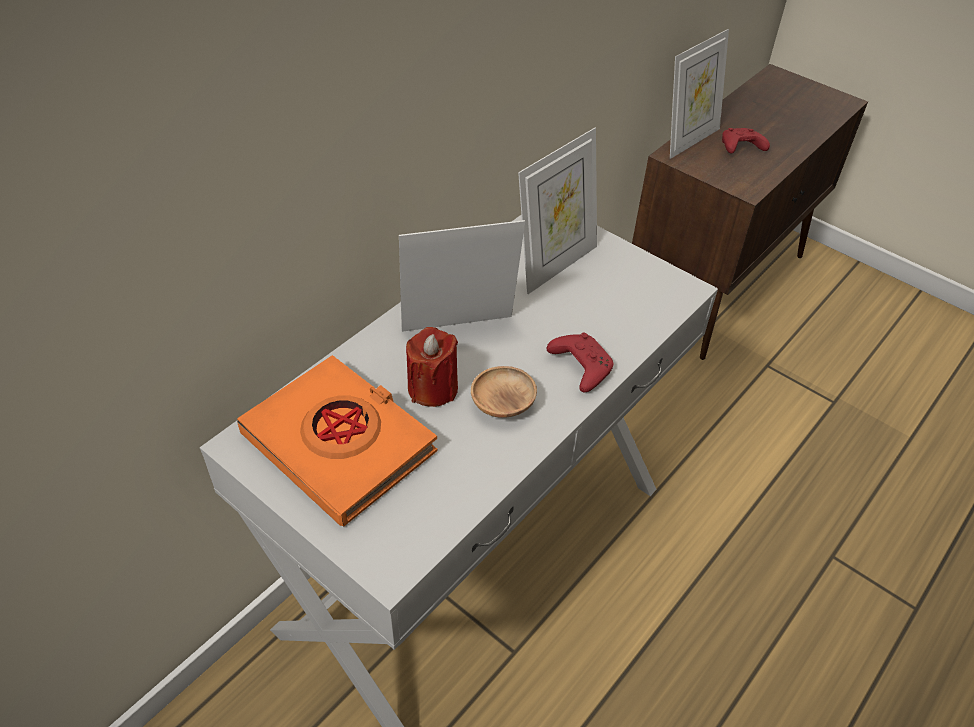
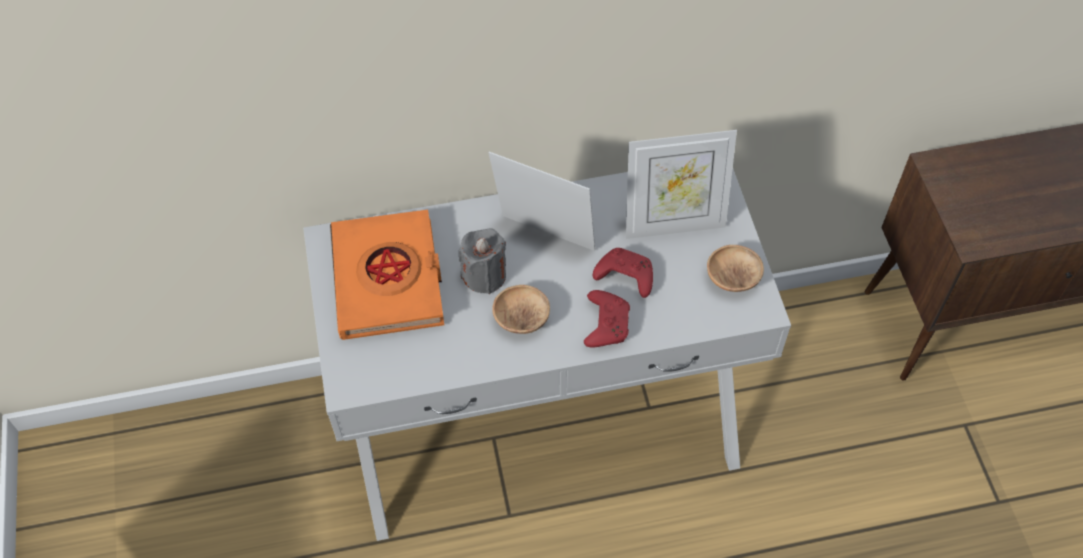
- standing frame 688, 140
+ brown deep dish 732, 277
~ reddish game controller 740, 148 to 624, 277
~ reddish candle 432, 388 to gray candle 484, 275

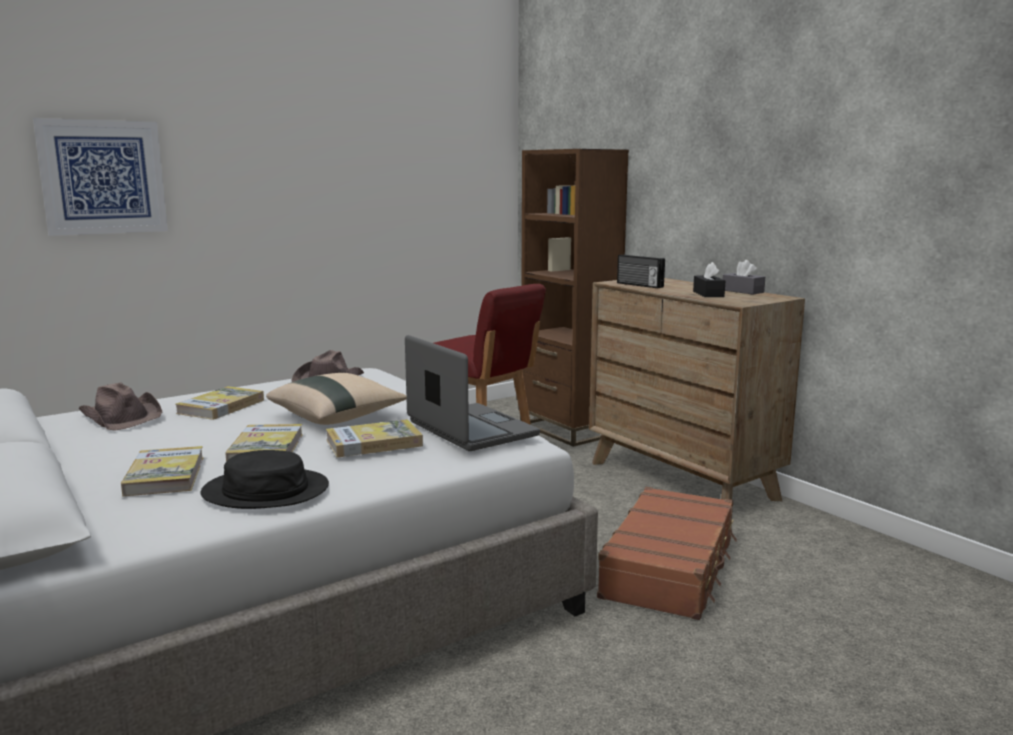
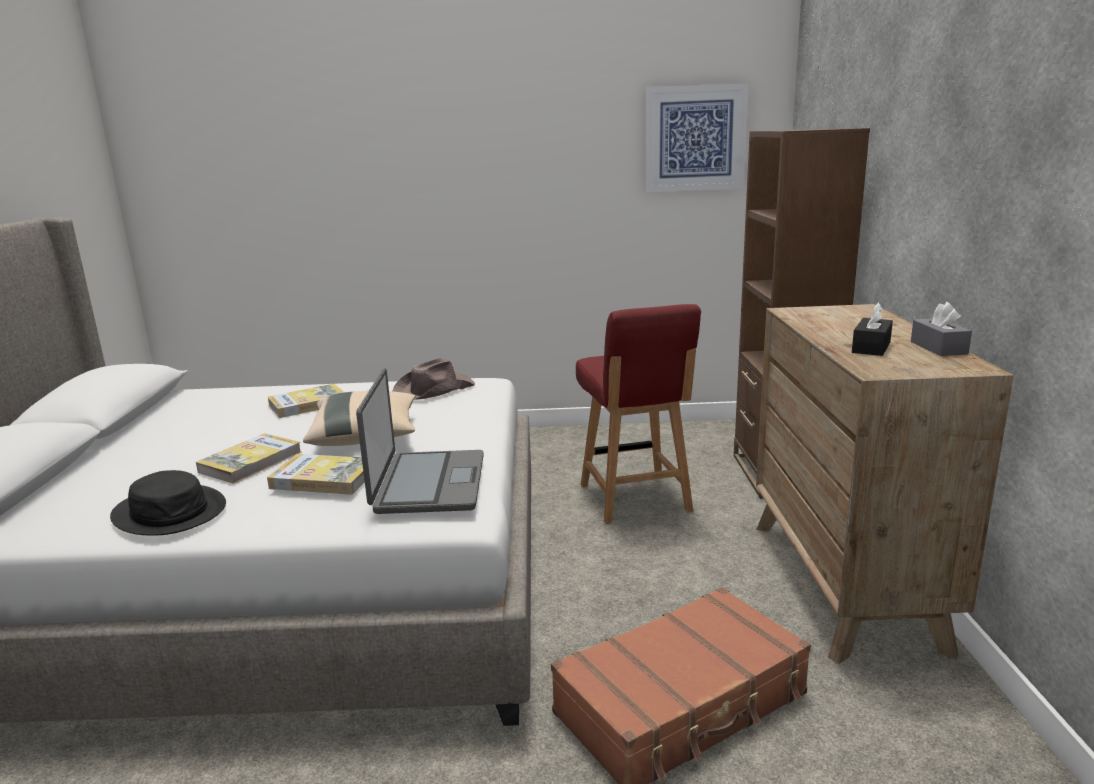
- brown clothing hat 122, 417
- book 165, 475
- radio 639, 285
~ wall picture 103, 177 to 695, 138

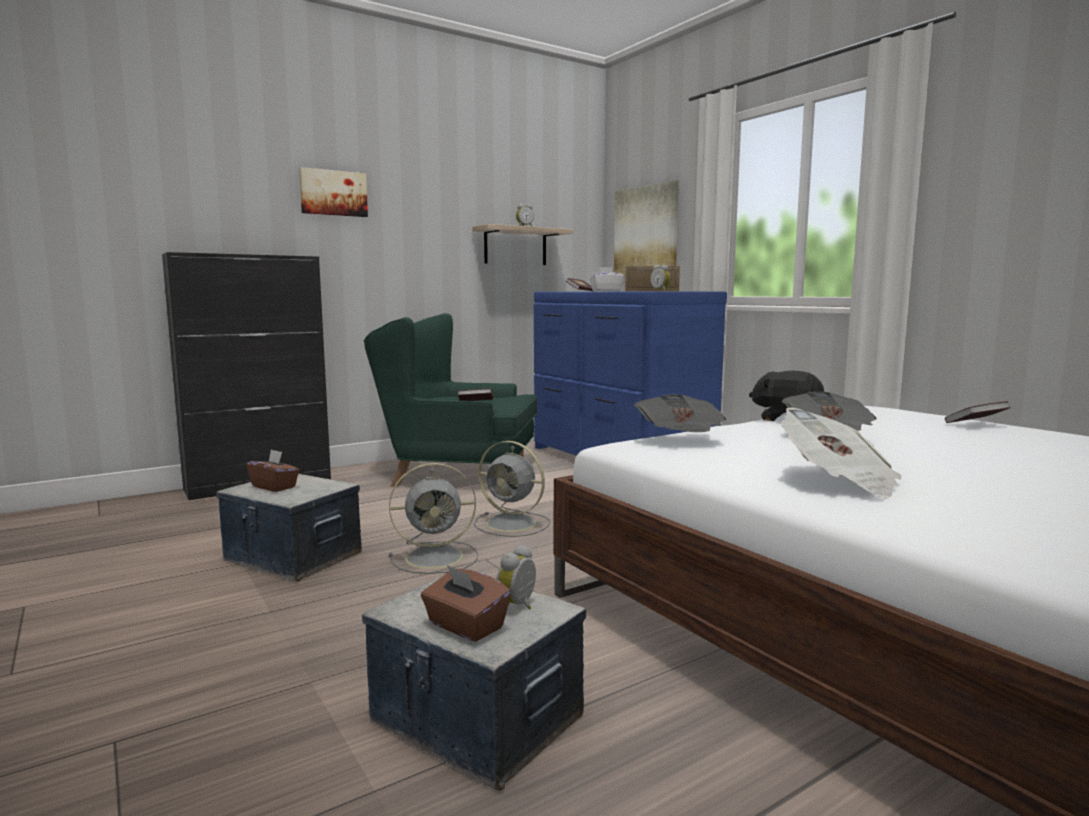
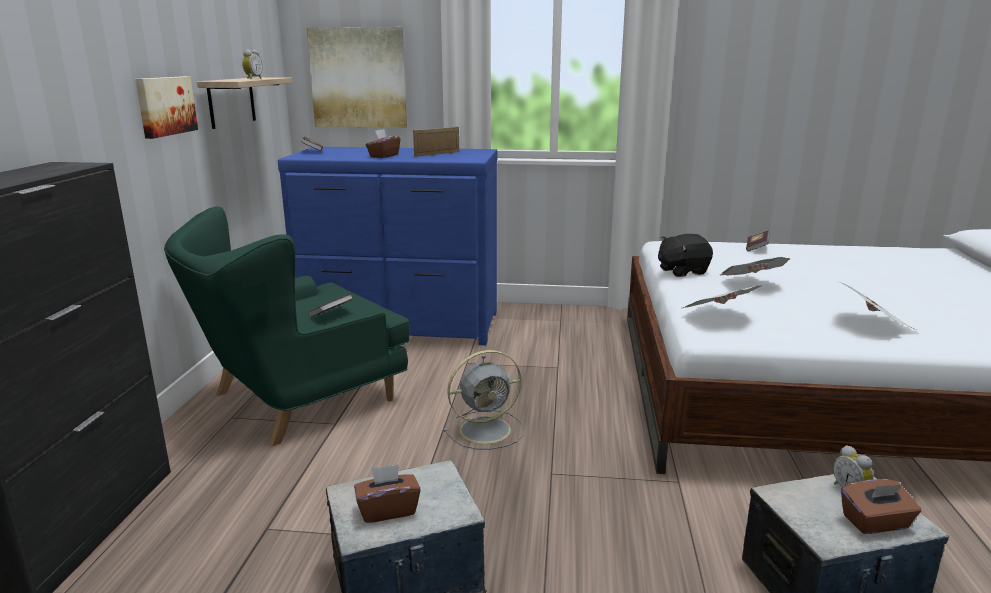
- gray cooling fan 437, 557
- bedside clock 660, 291
~ wall picture 333, 193 to 165, 106
~ whitish tissue box 606, 291 to brown tissue box 383, 156

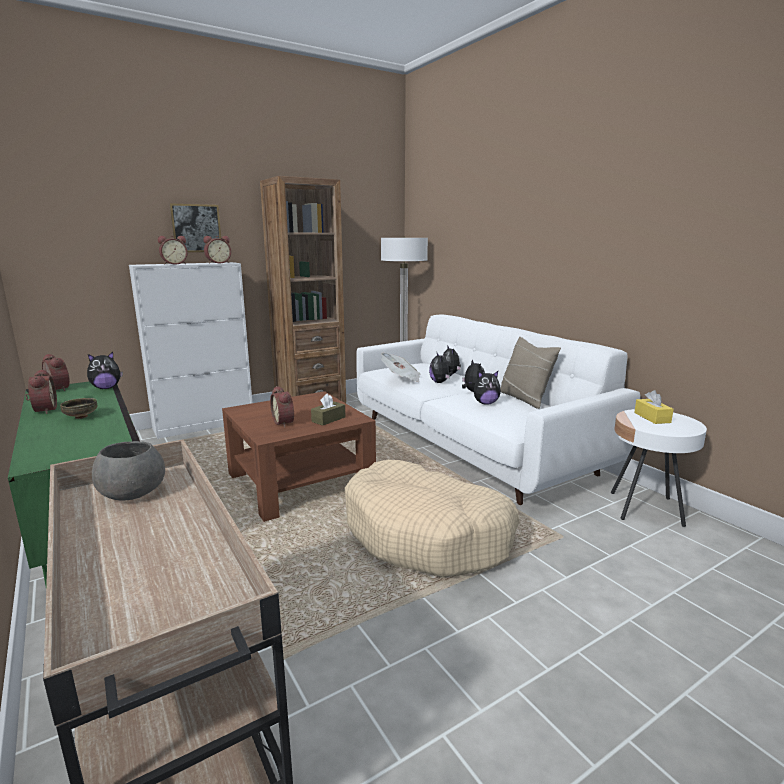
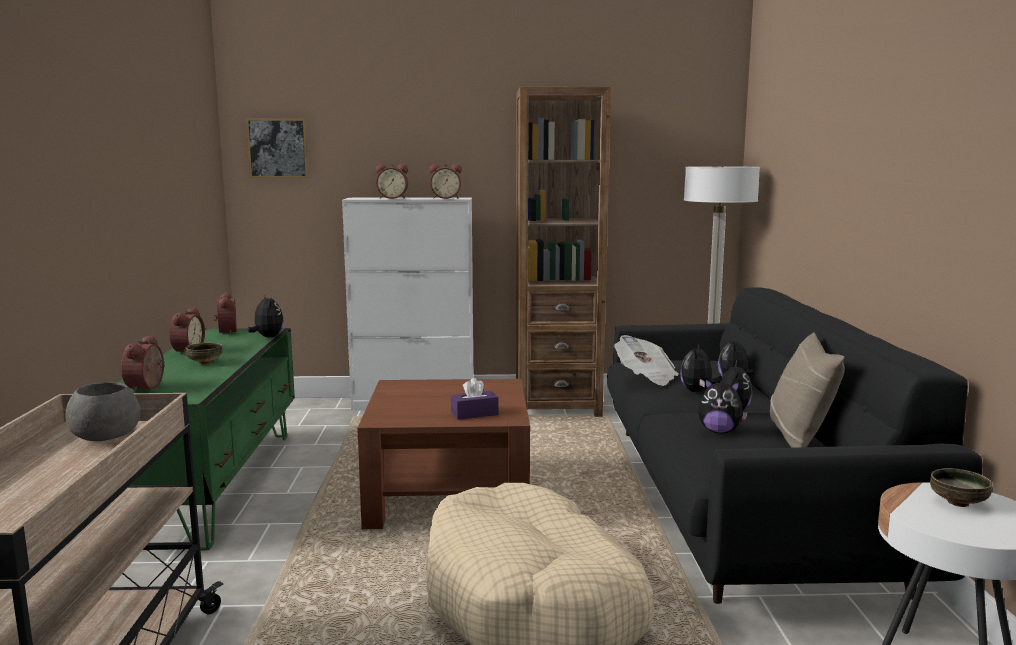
~ wall picture 196, 228 to 278, 148
~ bedside clock 285, 422 to 148, 388
~ yellow-coloured tissue box 652, 417 to deep dish 958, 503
~ brown tissue box 328, 419 to purple-coloured tissue box 474, 413
~ whitish sofa 470, 444 to black-coloured sofa 736, 498
~ plush toy 106, 388 = 267, 337 120 degrees counterclockwise

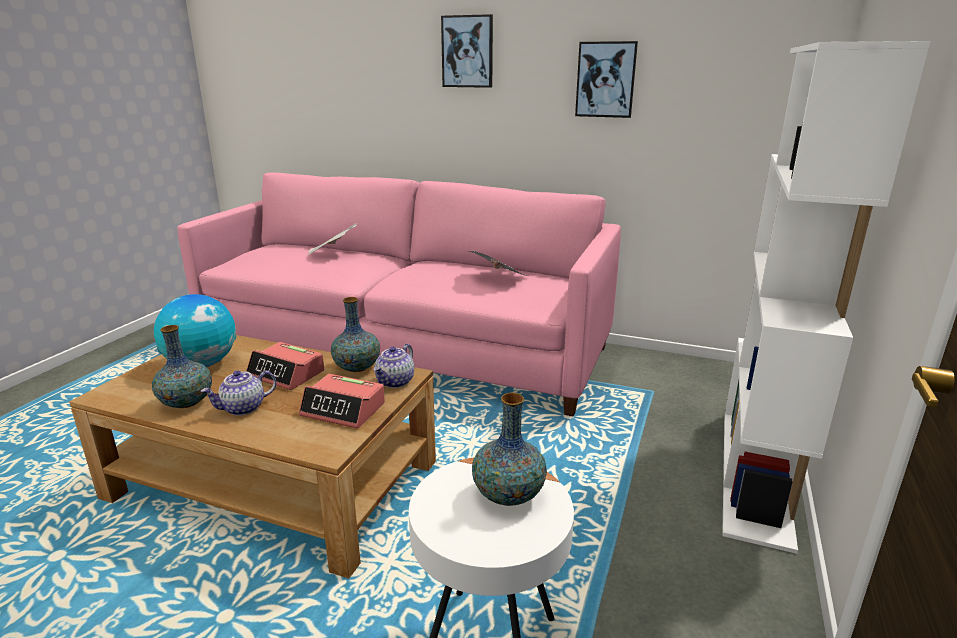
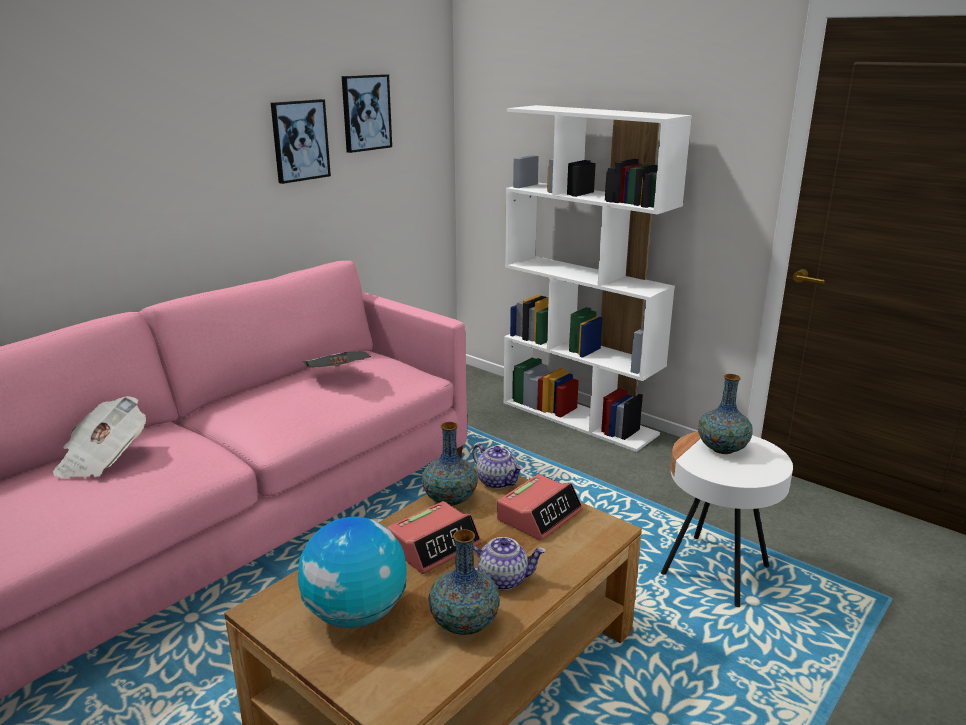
~ wall picture 467, 51 to 366, 113
~ pot for tea 243, 408 = 503, 579 75 degrees counterclockwise

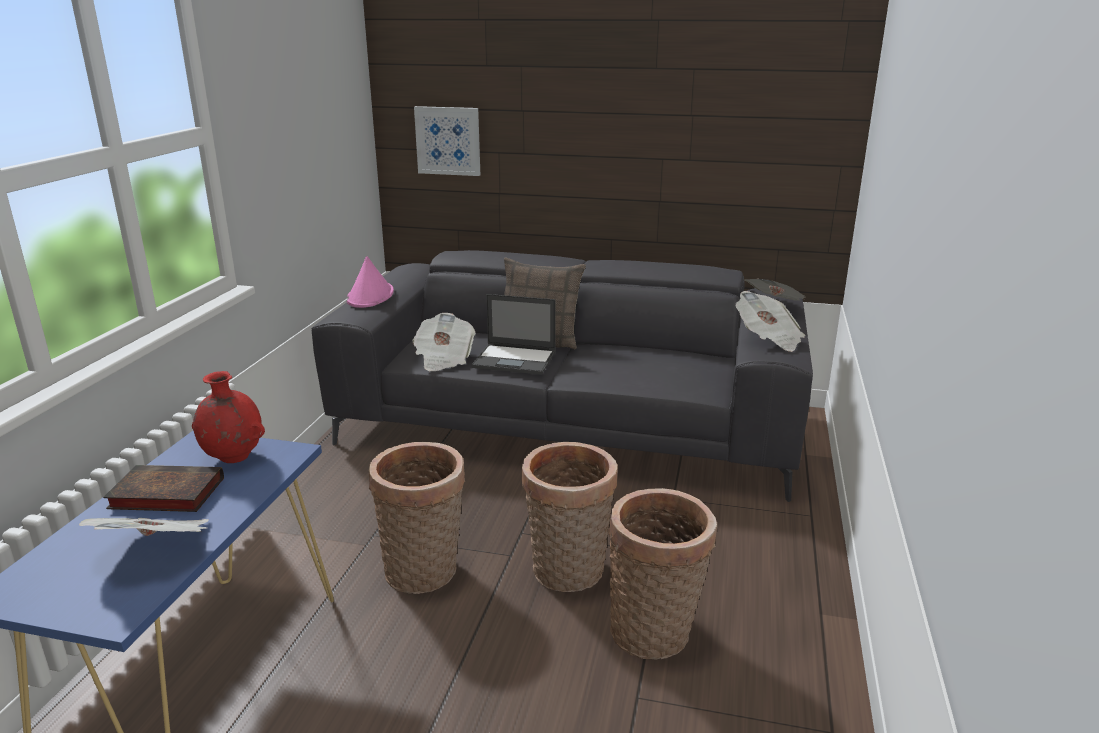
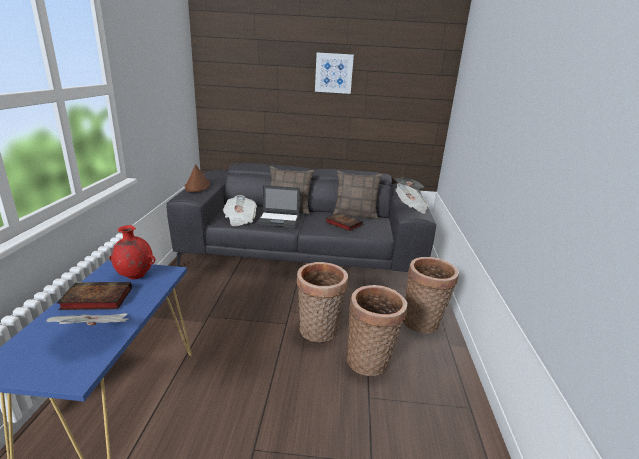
+ book 342, 224
+ throw pillow 355, 214
~ household basket 425, 573 to 423, 323
~ wall picture 448, 141 to 334, 73
~ pink clothing hat 370, 296 to brown clothing hat 197, 186

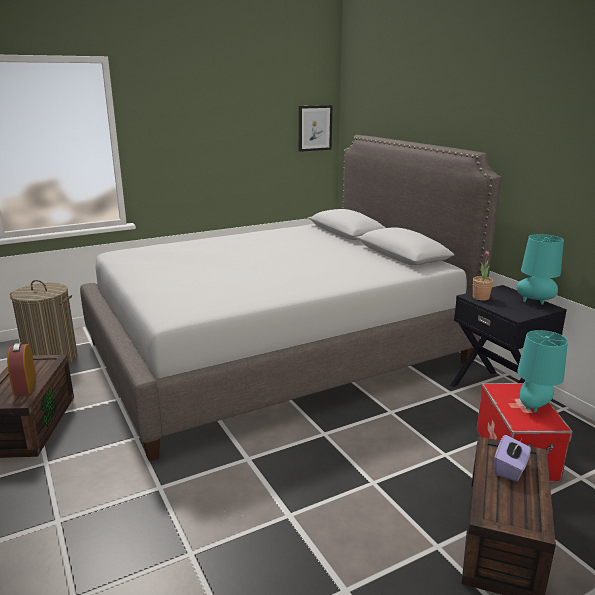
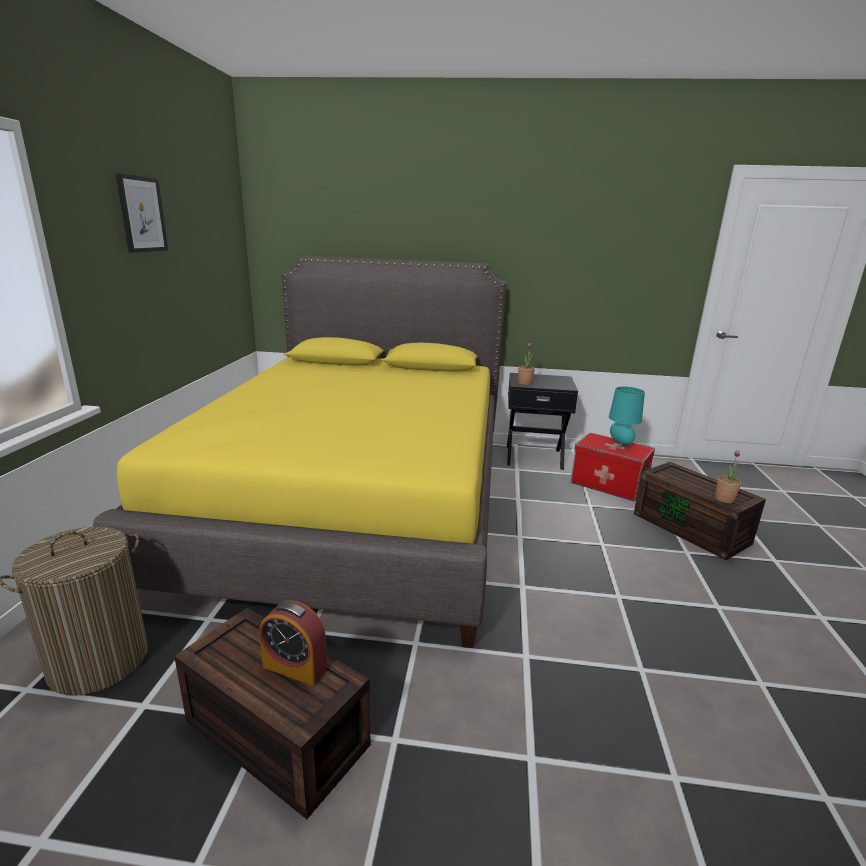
- purple-coloured tissue box 510, 469
- turquoise tabletop lamp 535, 302
+ potted plant 724, 499
~ wall picture 314, 128 to 142, 214
~ gray sleeping bed 276, 353 to yellow-coloured sleeping bed 357, 503

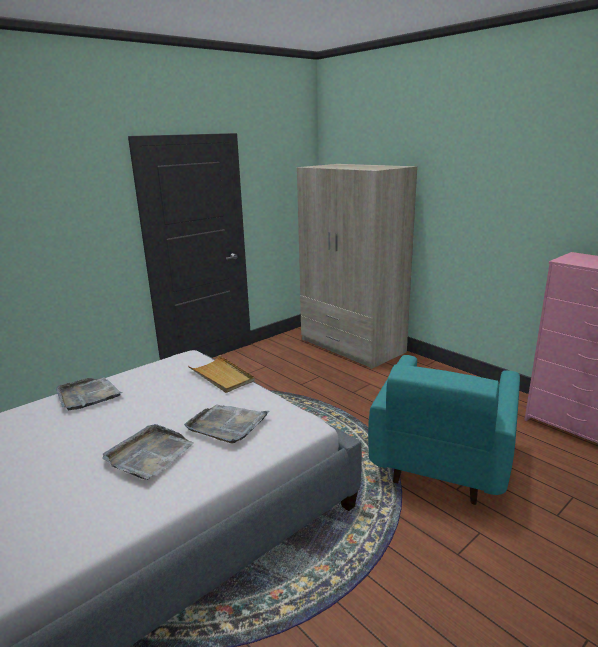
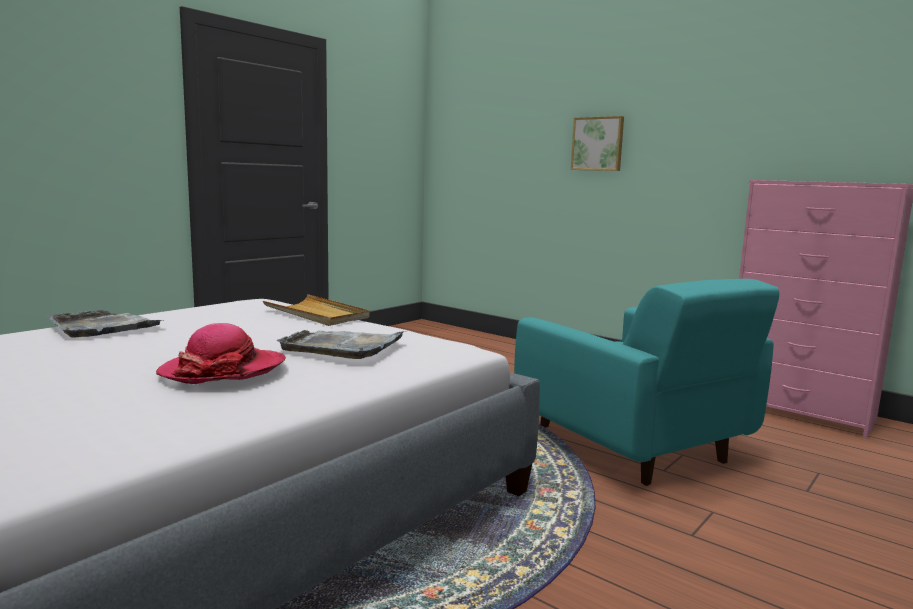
- beige-coloured clothes cupboard 352, 346
+ wall picture 598, 144
~ gray tray 149, 454 to clothing hat 223, 370
~ turquoise easy chair 441, 463 = 632, 445 45 degrees counterclockwise

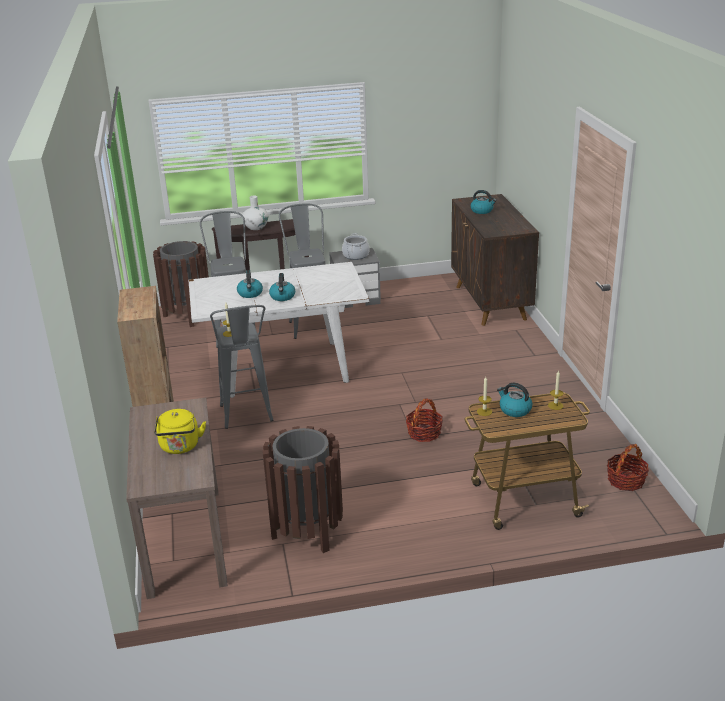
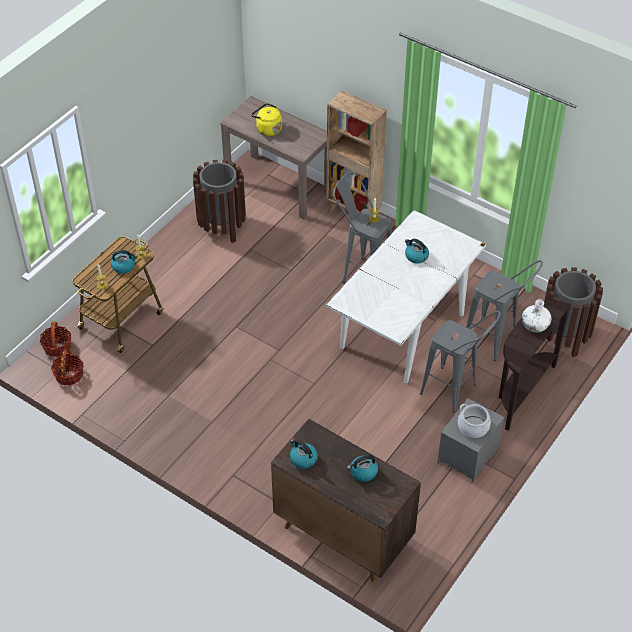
~ water kettle 282, 297 to 303, 459
~ household basket 424, 433 to 57, 347

